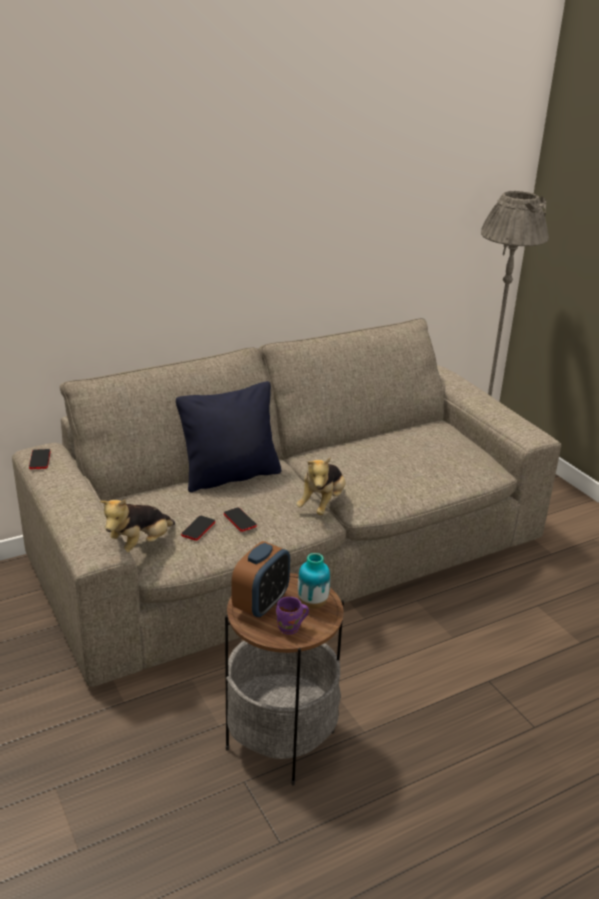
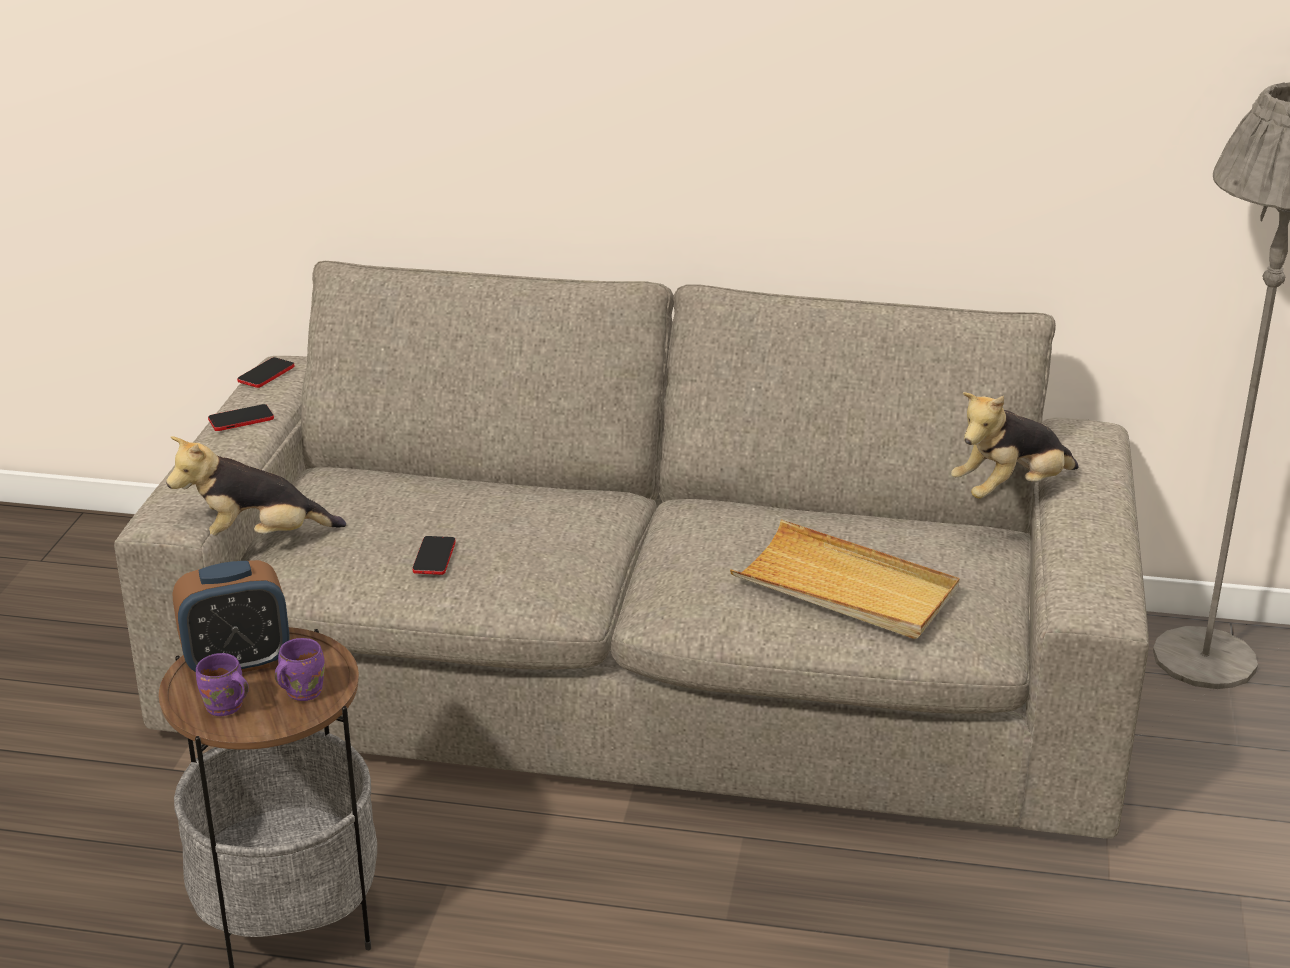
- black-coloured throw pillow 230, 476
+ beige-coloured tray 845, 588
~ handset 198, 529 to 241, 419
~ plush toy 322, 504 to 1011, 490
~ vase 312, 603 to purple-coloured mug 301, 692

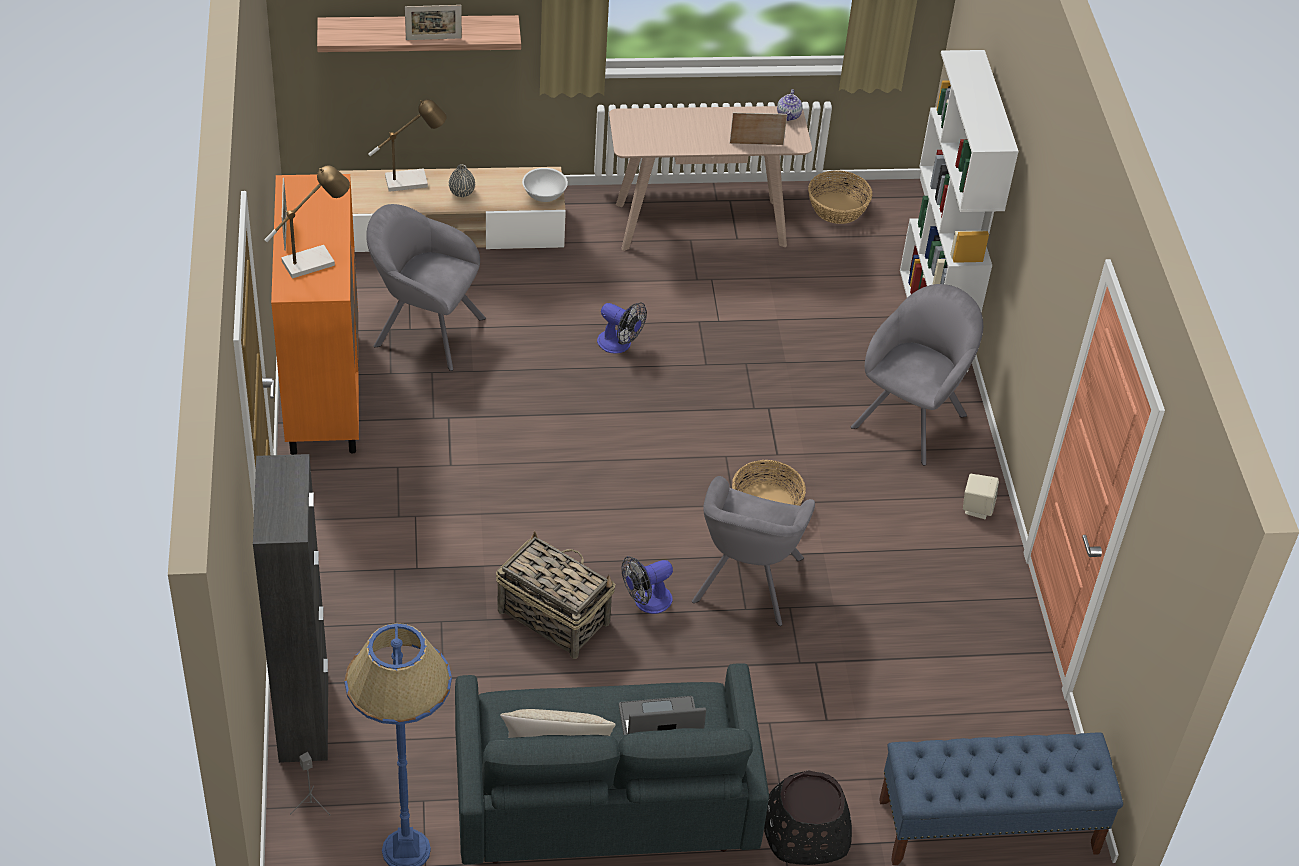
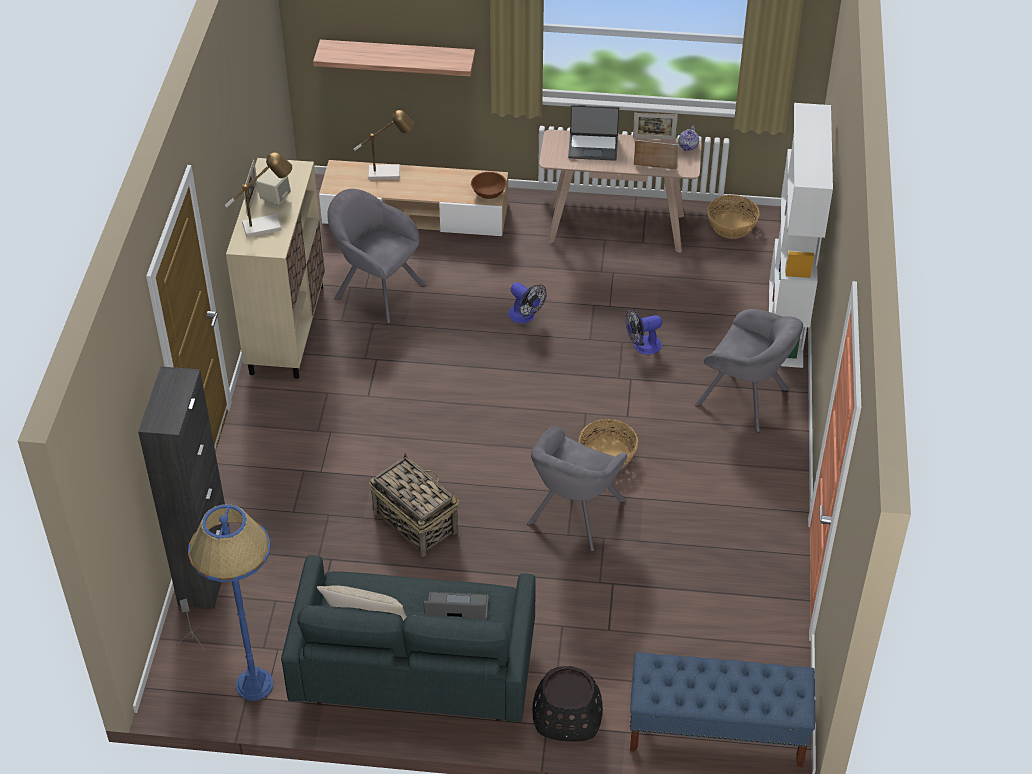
- gray vase 462, 192
+ portable computer 593, 147
~ standing frame 433, 39 to 654, 138
~ cooling fan 646, 602 to 642, 346
~ beige-coloured audio speaker 976, 508 to 275, 199
~ orangey cupboard 323, 391 to beige-coloured cupboard 287, 329
~ whitish deep dish 544, 195 to brown deep dish 488, 193
~ gray easy chair 912, 417 = 746, 399 75 degrees clockwise

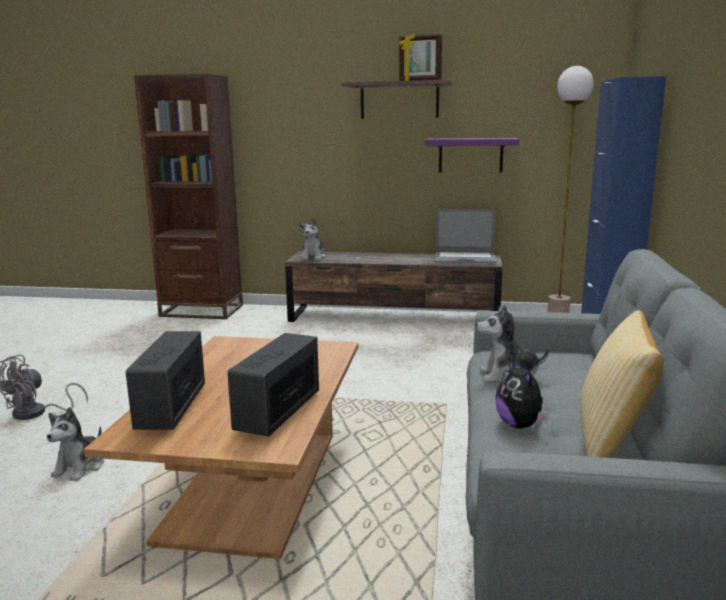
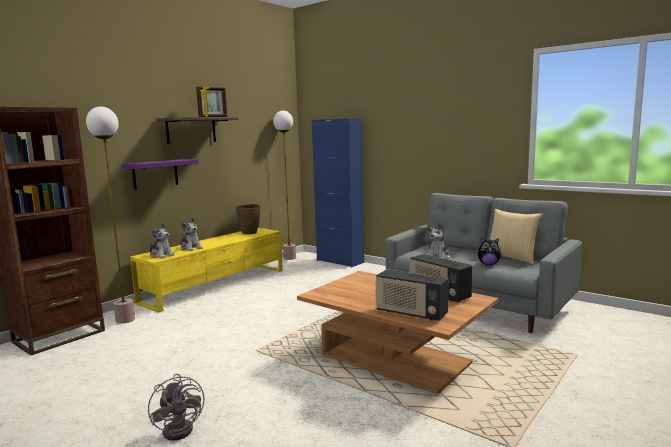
+ standard lamp 125, 320
~ plush toy 80, 467 to 191, 248
~ purple-coloured wall shelf 470, 155 to 155, 174
~ portable computer 464, 259 to brown vase 249, 232
~ brown tv unit 394, 317 to yellow-coloured tv unit 216, 285

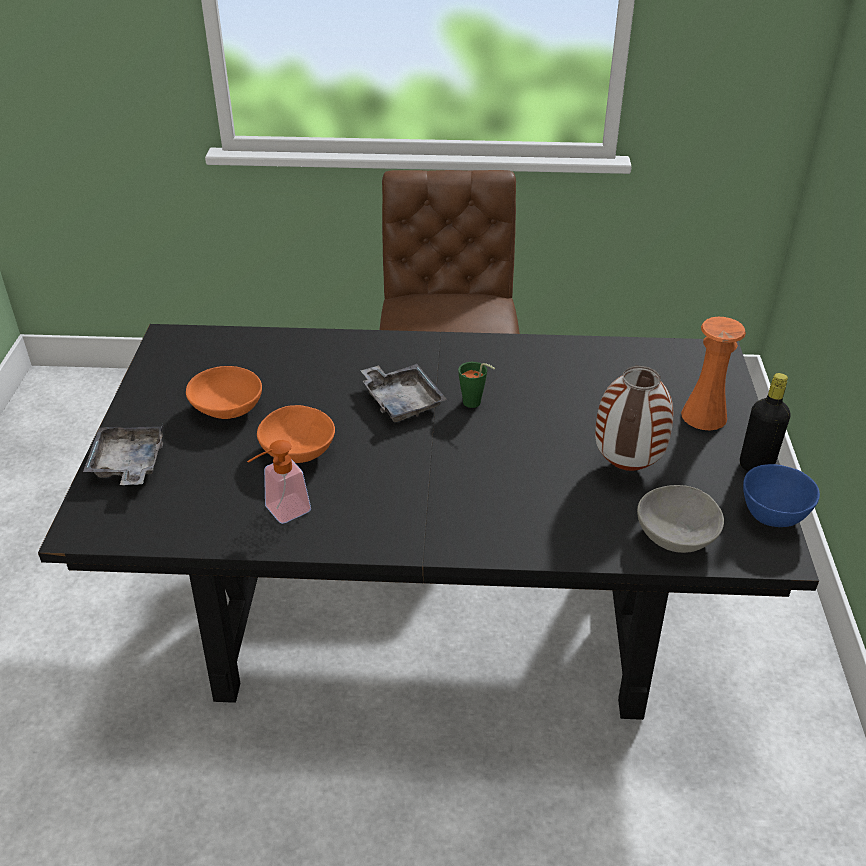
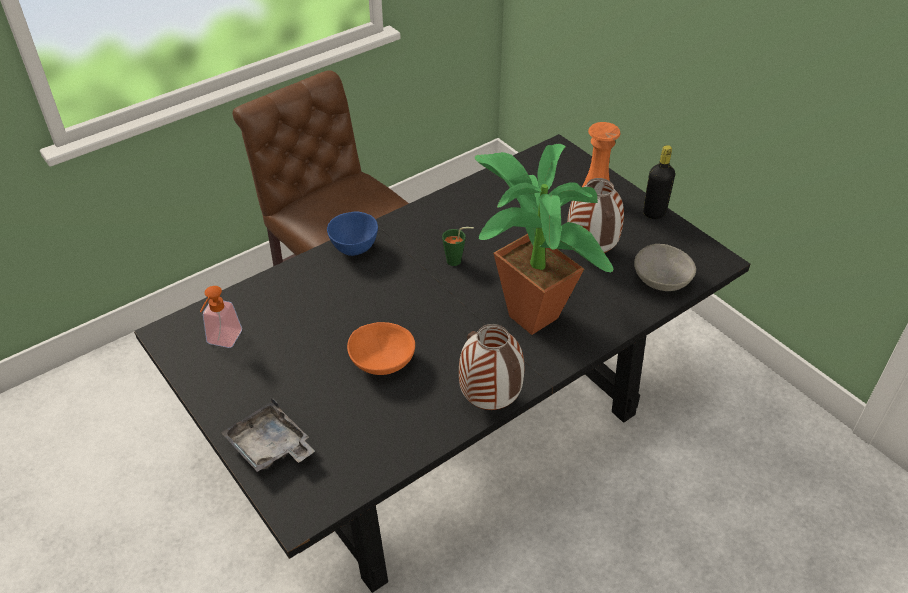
- orangey deep dish 228, 408
- gray tray 402, 401
+ vase 488, 402
+ potted plant 530, 310
~ soap bottle 281, 512 to 222, 341
~ blue deep dish 773, 516 to 355, 248

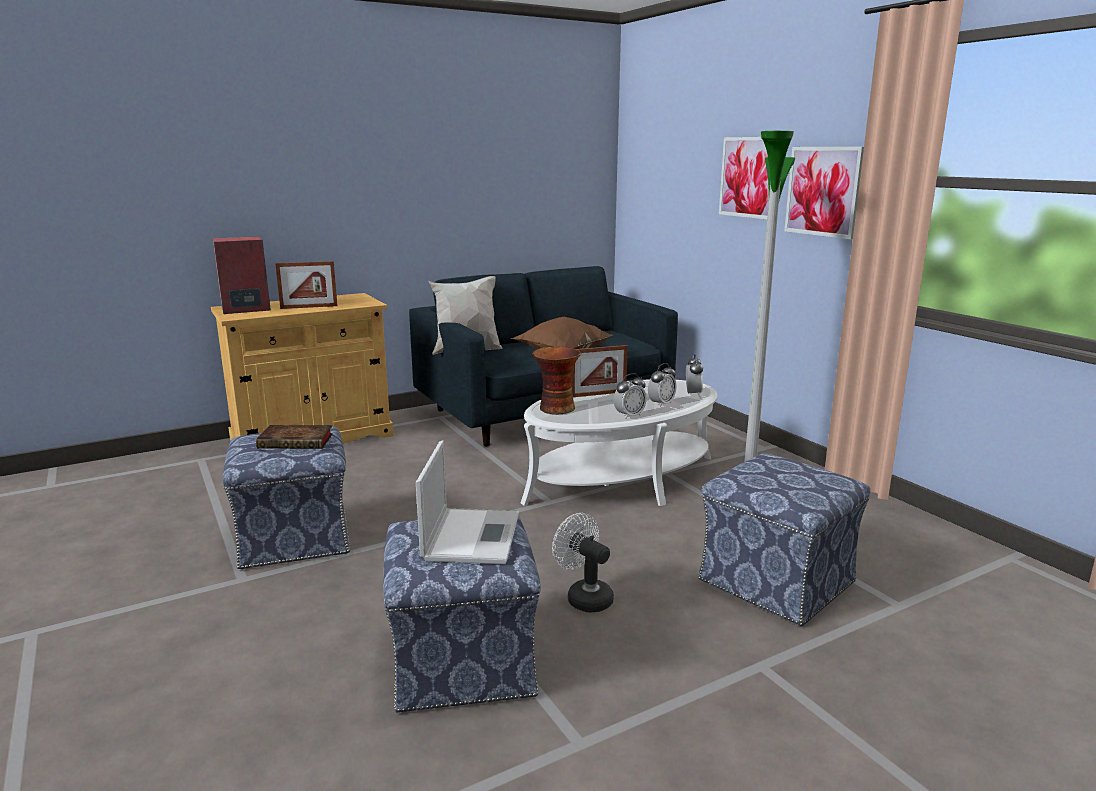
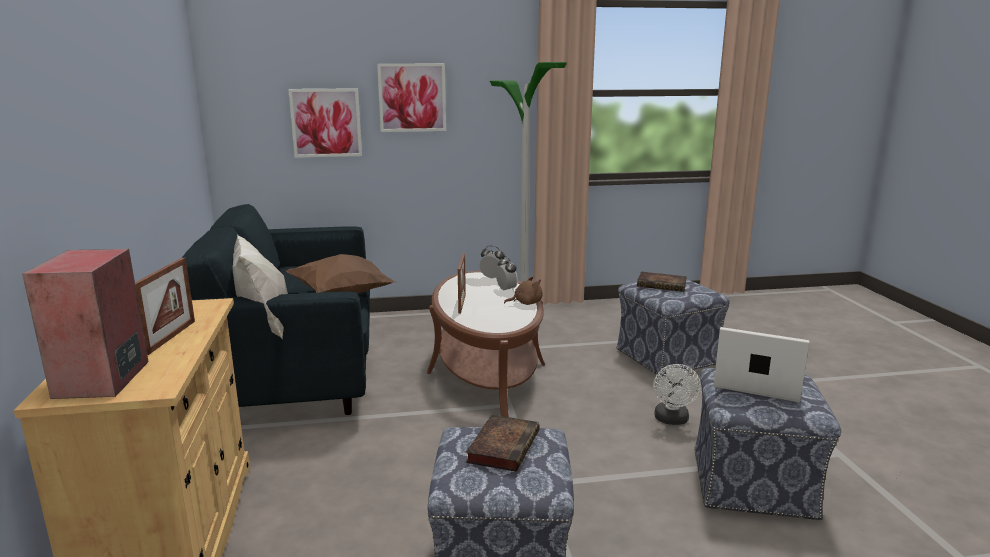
- vase 555, 408
+ book 663, 285
~ wall picture 823, 191 to 326, 123
~ bedside clock 629, 416 to brown plush toy 526, 303
~ whitish lounge table 621, 479 to brown lounge table 486, 368
~ whitish cooling fan 584, 597 = 672, 420 60 degrees counterclockwise

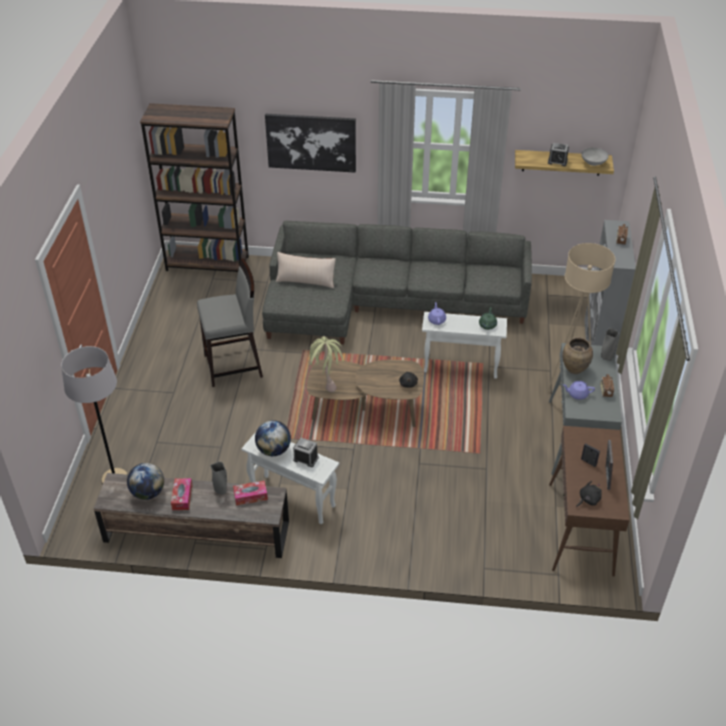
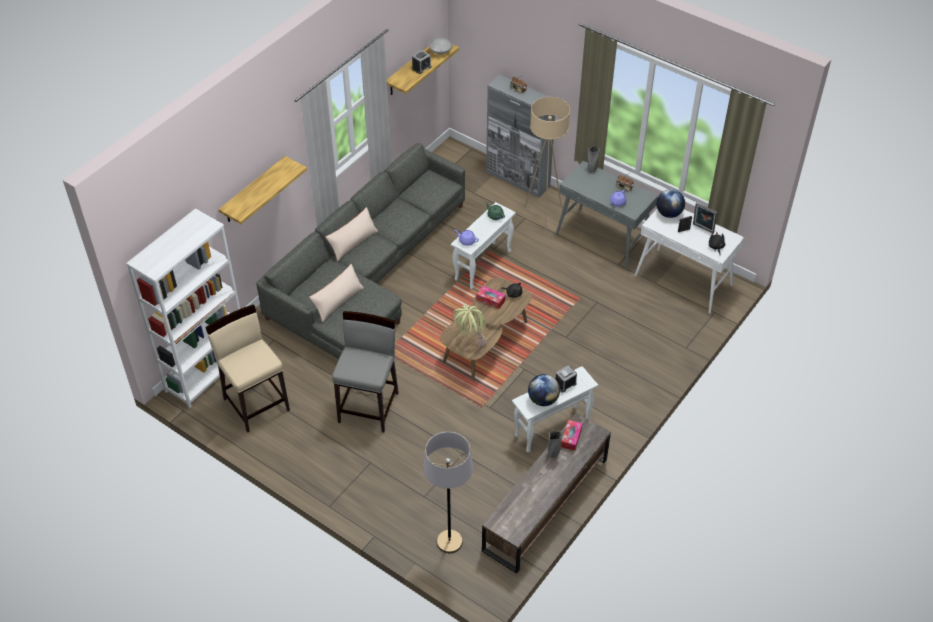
- brown vase 574, 369
+ beige-coloured stool 256, 403
+ beige-coloured throw pillow 353, 243
~ world globe 148, 493 to 668, 213
~ tissue box 182, 497 to 490, 300
~ wall picture 311, 142 to wall shelf 253, 190
~ brown bookcase 207, 263 to whitish bookcase 207, 372
~ brown console table 581, 529 to whitish console table 683, 281

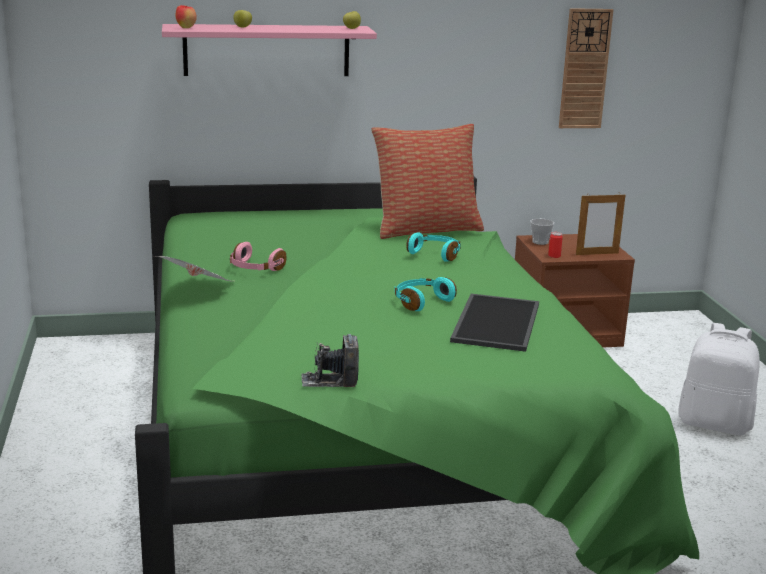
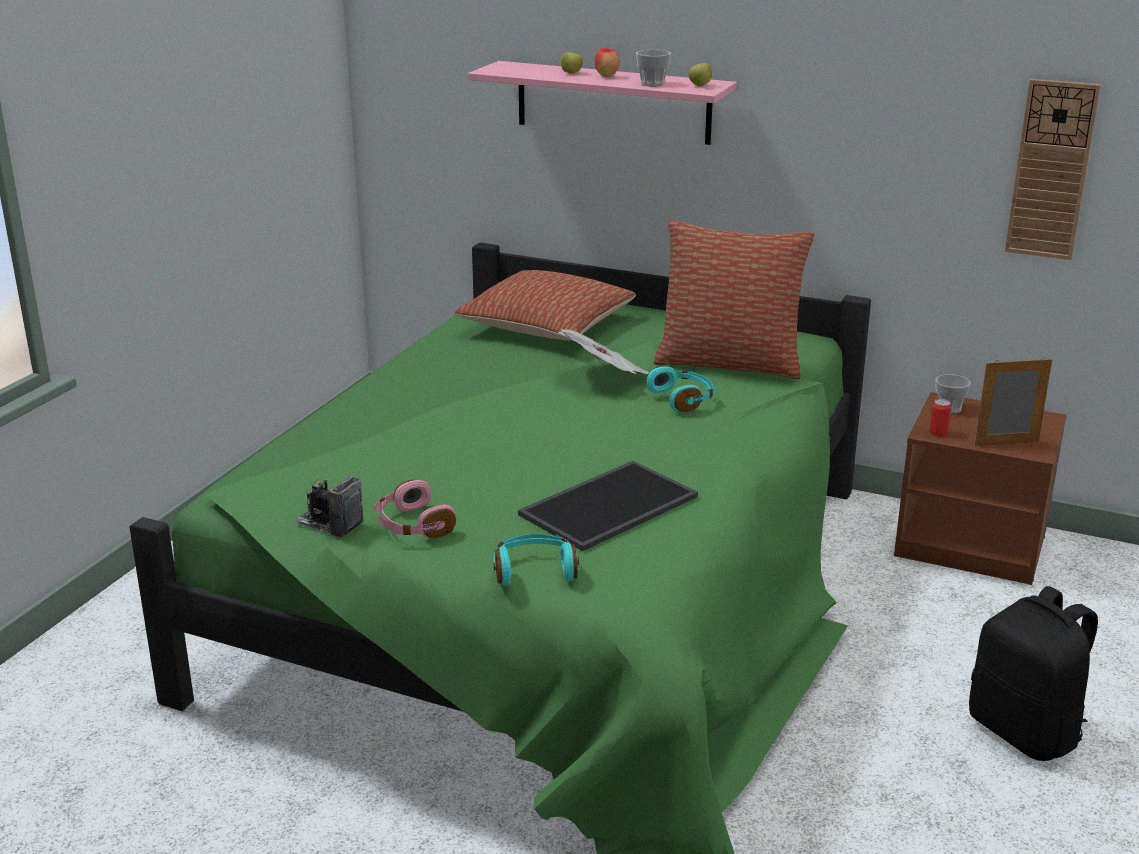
+ throw pillow 547, 326
+ small cup 652, 84
~ daily paper 197, 289 to 605, 376
~ apple fruit 186, 28 to 607, 76
~ pink headphones 255, 269 to 412, 526
~ turquoise headphones 421, 302 to 534, 570
~ whitish backpack 715, 424 to black-coloured backpack 1025, 732
~ standing frame 597, 254 = 1006, 443 150 degrees clockwise

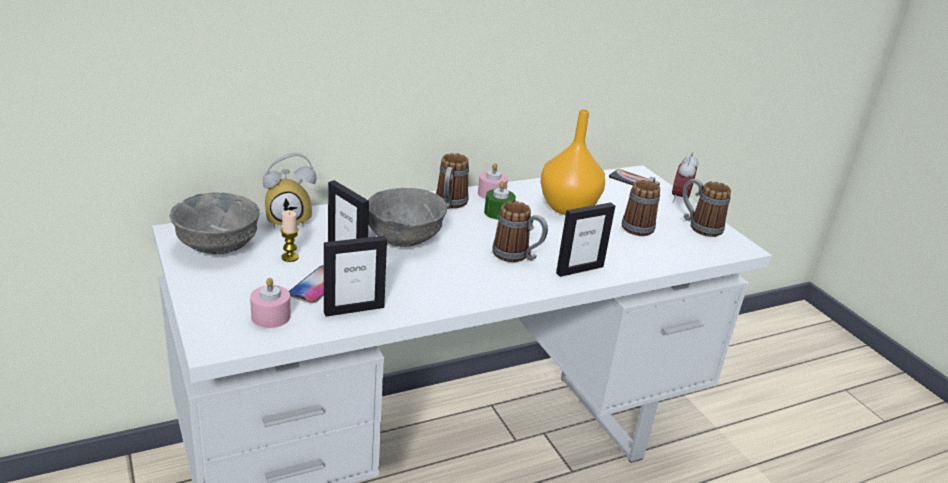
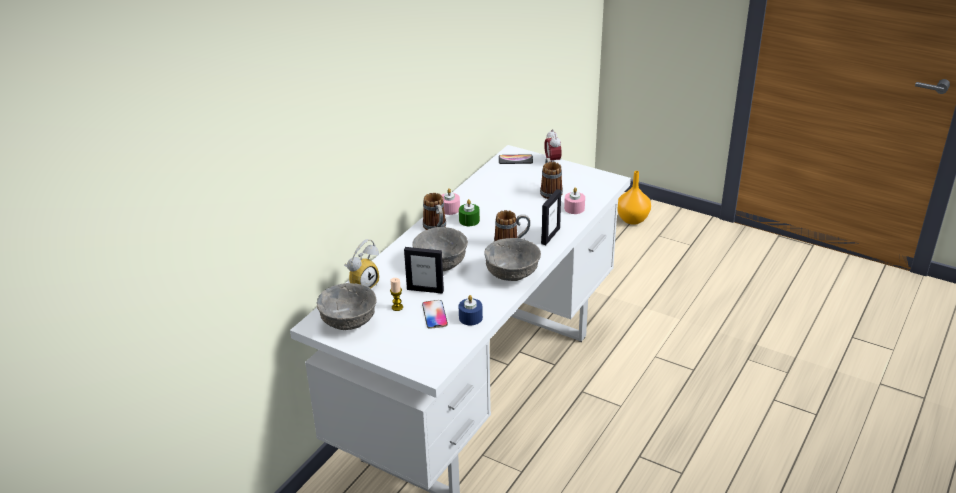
- mug 699, 226
+ gray deep dish 511, 274
~ pink candle 271, 316 to 574, 208
~ orangey vase 569, 208 to 633, 219
~ standing frame 354, 309 to blue candle 470, 318

